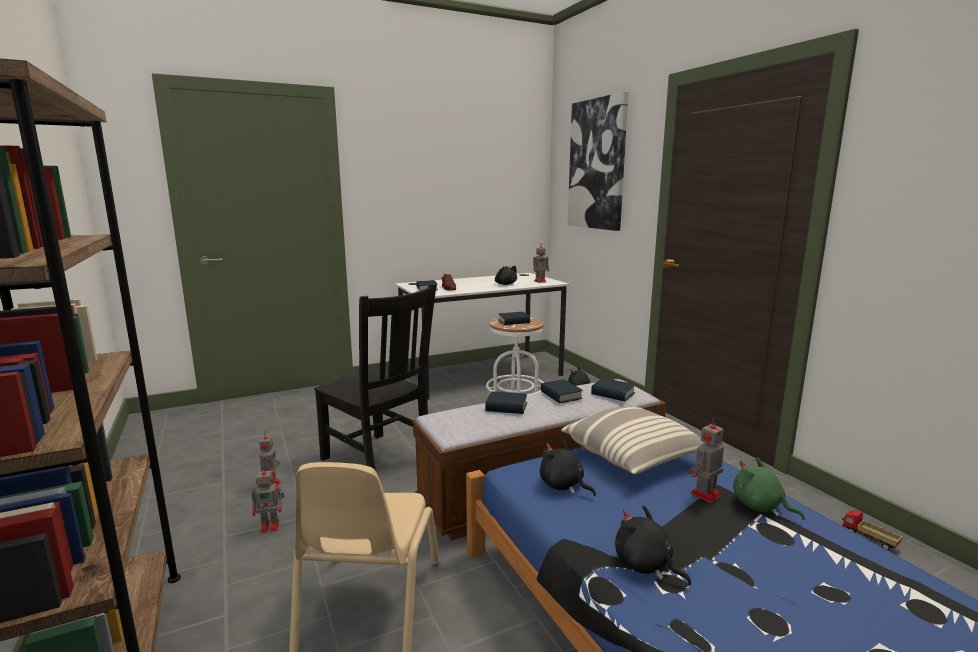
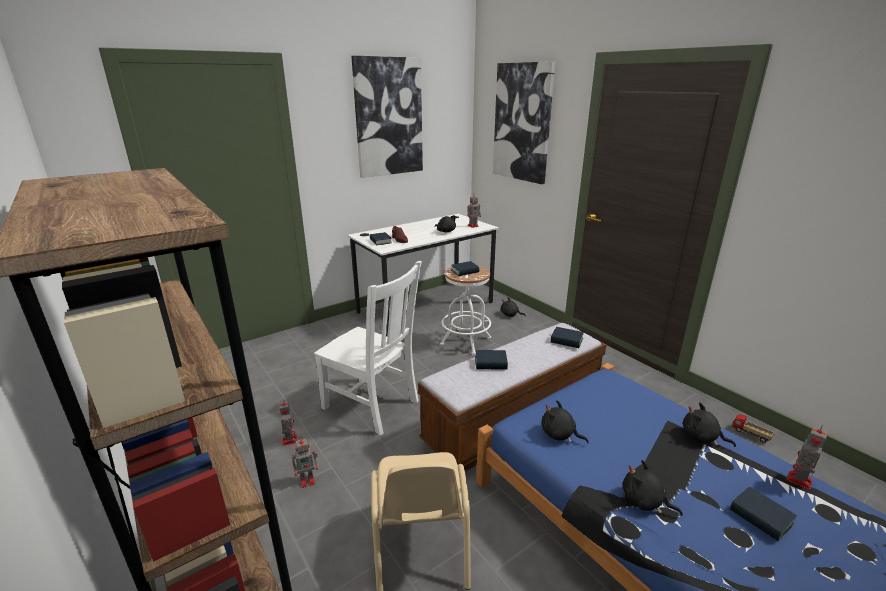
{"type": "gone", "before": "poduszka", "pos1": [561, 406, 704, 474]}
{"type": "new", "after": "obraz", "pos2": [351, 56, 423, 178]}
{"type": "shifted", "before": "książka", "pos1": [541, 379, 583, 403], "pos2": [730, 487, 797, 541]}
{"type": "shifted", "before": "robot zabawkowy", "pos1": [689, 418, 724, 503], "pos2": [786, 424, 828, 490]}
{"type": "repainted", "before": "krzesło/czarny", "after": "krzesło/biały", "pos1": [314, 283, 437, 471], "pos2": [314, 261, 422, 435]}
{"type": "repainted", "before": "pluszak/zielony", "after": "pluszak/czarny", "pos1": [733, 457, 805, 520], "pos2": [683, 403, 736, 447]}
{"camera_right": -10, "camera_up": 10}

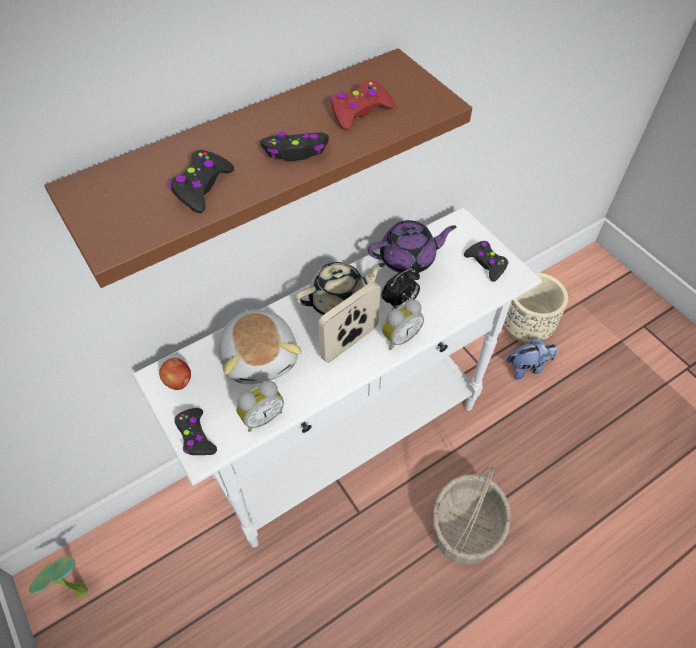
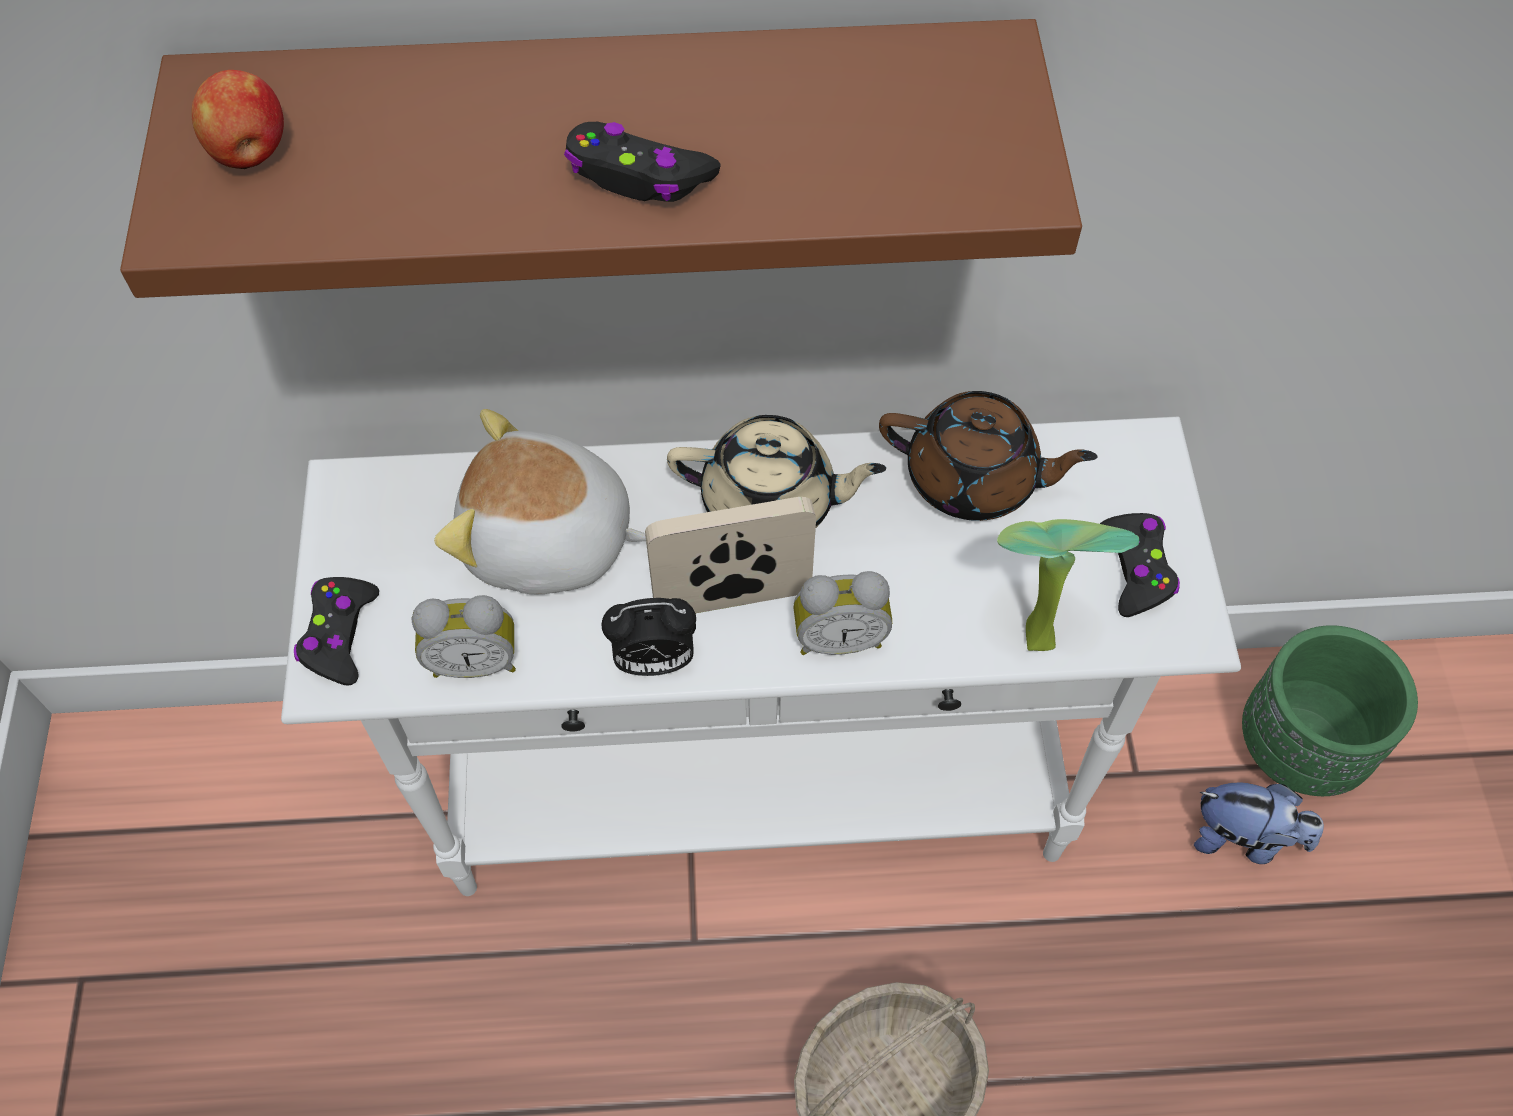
{"type": "gone", "before": "pad do gier/czarny", "pos1": [169, 150, 234, 213]}
{"type": "gone", "before": "pad do gier/czerwony", "pos1": [330, 80, 395, 130]}
{"type": "shifted", "before": "roślina doniczkowa", "pos1": [29, 557, 88, 598], "pos2": [997, 519, 1139, 651]}
{"type": "shifted", "before": "jabłko", "pos1": [159, 358, 191, 390], "pos2": [191, 70, 284, 169]}
{"type": "shifted", "before": "budzik", "pos1": [381, 268, 420, 310], "pos2": [601, 598, 696, 676]}
{"type": "repainted", "before": "imbryk/fioletowy", "after": "imbryk/brązowy", "pos1": [368, 220, 457, 273], "pos2": [879, 391, 1098, 521]}
{"type": "repainted", "before": "donica/beżowy", "after": "donica/zielony", "pos1": [504, 272, 568, 343], "pos2": [1242, 625, 1418, 796]}
{"type": "rotated", "before": "pluszak", "pos1": [219, 309, 302, 384], "pos2": [434, 409, 646, 594], "turn": 90}
{"camera_right": 30, "camera_up": 5}

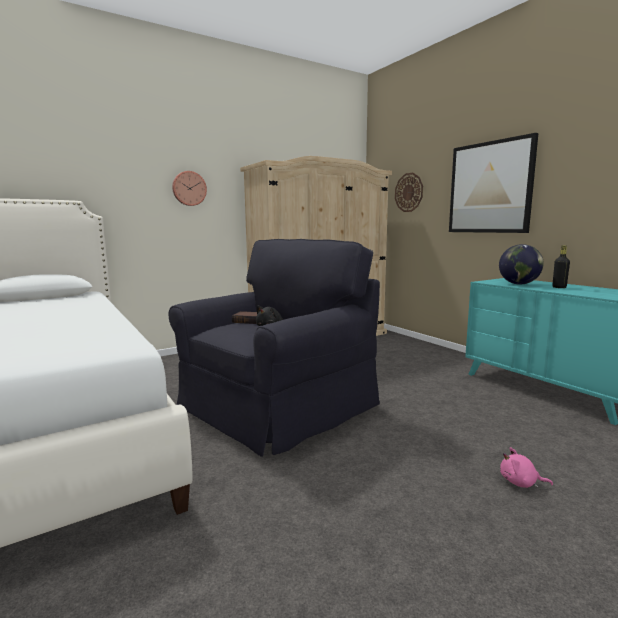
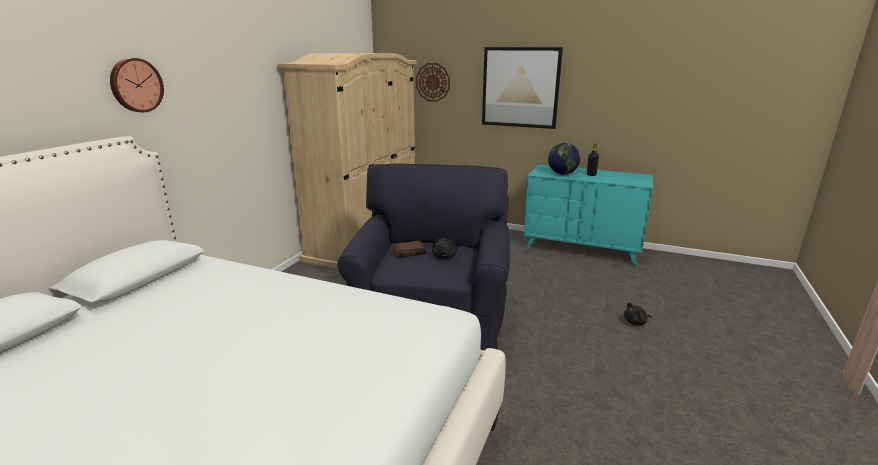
{"type": "shifted", "before": "zegar ścienny", "pos1": [172, 171, 207, 206], "pos2": [110, 58, 164, 112]}
{"type": "repainted", "before": "pluszak/różowy", "after": "pluszak/czarny", "pos1": [500, 447, 553, 488], "pos2": [624, 303, 652, 325]}
{"camera_right": -35, "camera_up": 10}

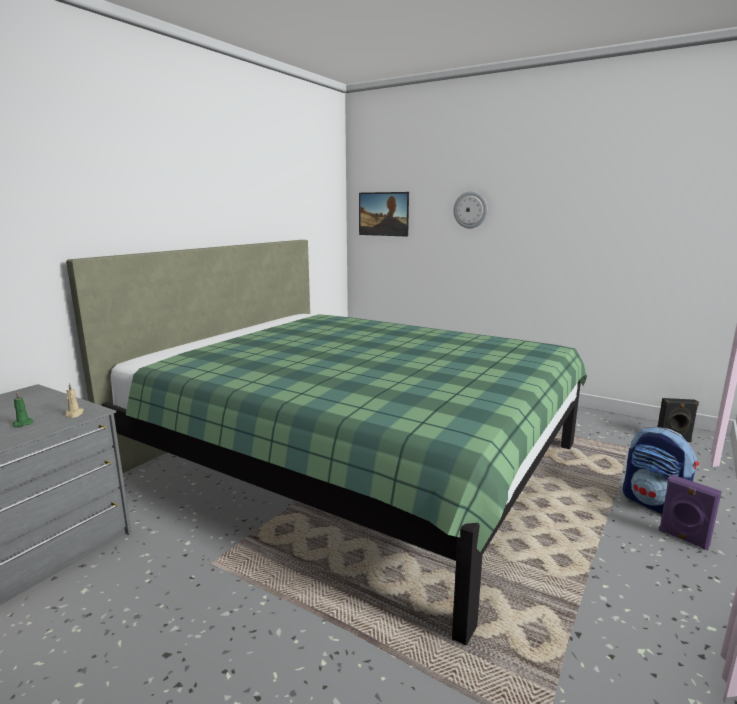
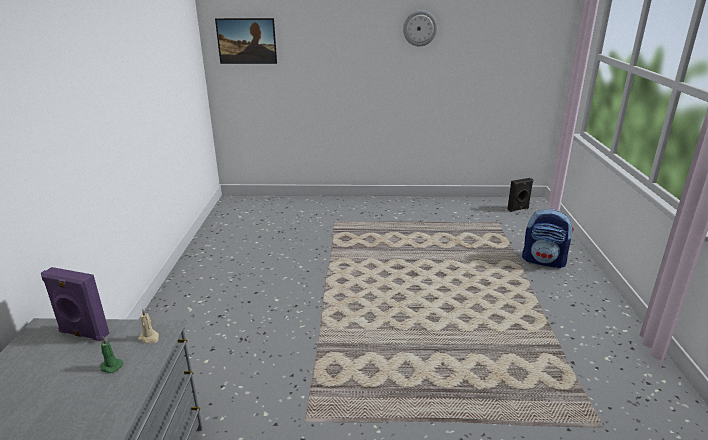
{"type": "gone", "before": "łóżko/zielony", "pos1": [66, 240, 587, 645]}
{"type": "shifted", "before": "zegar ścienny", "pos1": [453, 191, 488, 229], "pos2": [403, 10, 437, 46]}
{"type": "shifted", "before": "głośnik/fioletowy", "pos1": [659, 475, 722, 551], "pos2": [41, 267, 109, 341]}
{"camera_right": -30, "camera_up": 10}

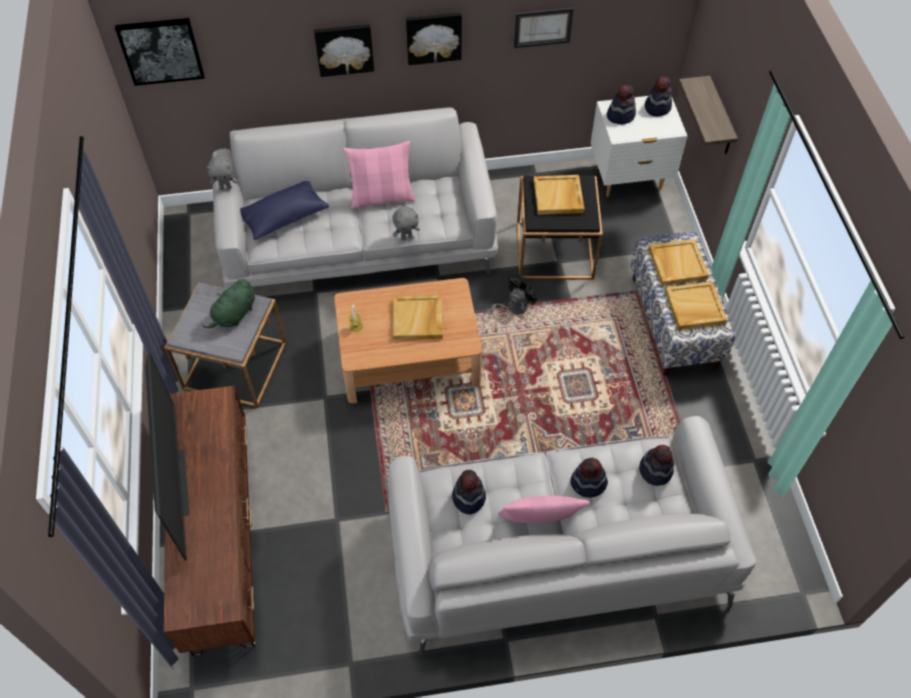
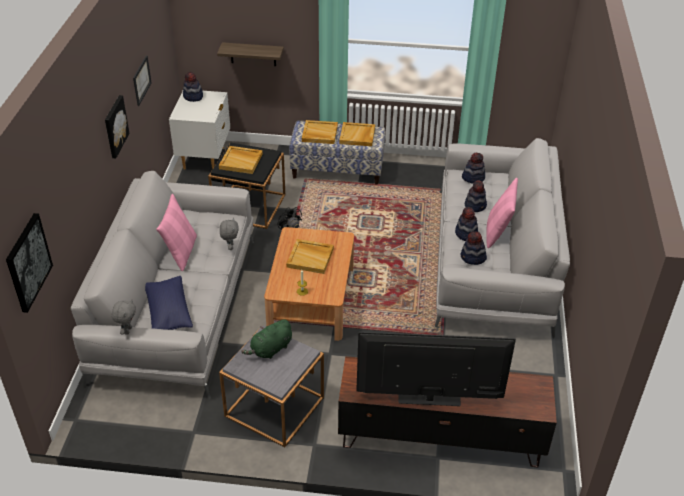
{"type": "gone", "before": "obraz", "pos1": [314, 24, 374, 77]}
{"type": "shifted", "before": "kapelusz", "pos1": [607, 84, 636, 124], "pos2": [455, 207, 478, 241]}
{"type": "rotated", "before": "pluszak/zielony", "pos1": [202, 279, 255, 328], "pos2": [241, 319, 292, 359], "turn": 90}
{"camera_right": -75, "camera_up": -15}

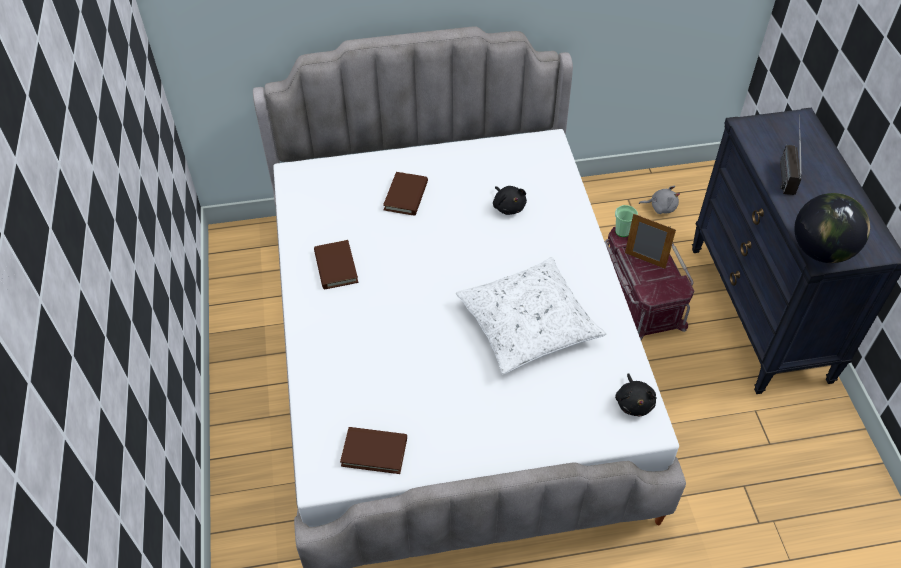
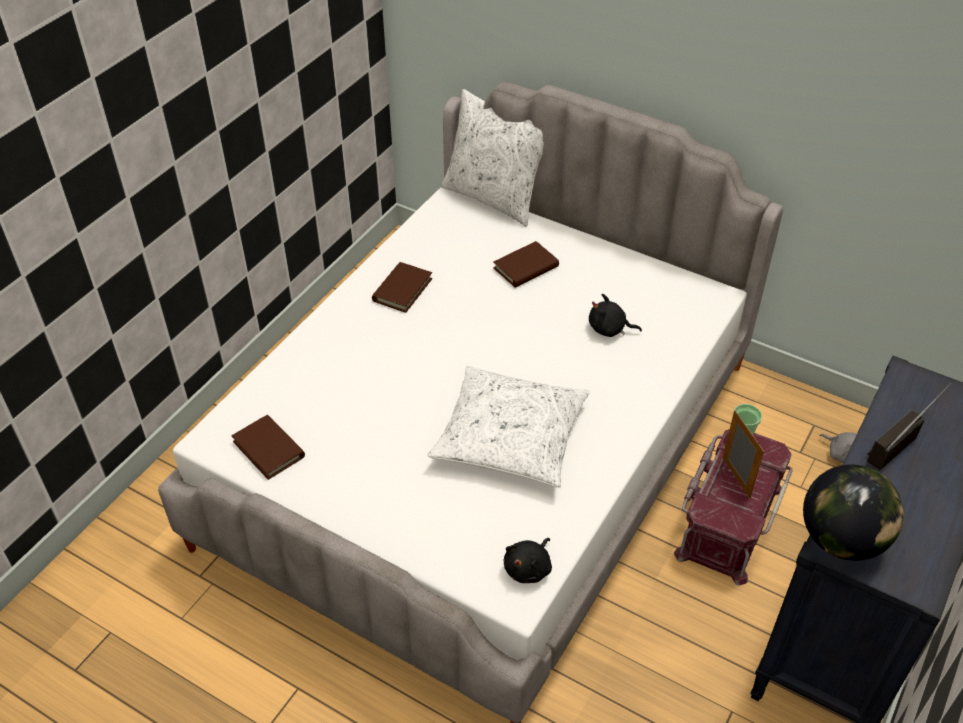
{"type": "new", "after": "poduszka/biały", "pos2": [441, 89, 544, 227]}
{"type": "rotated", "before": "pluszak/czarny", "pos1": [493, 186, 527, 215], "pos2": [589, 294, 642, 337], "turn": 90}
{"camera_right": 40, "camera_up": -5}

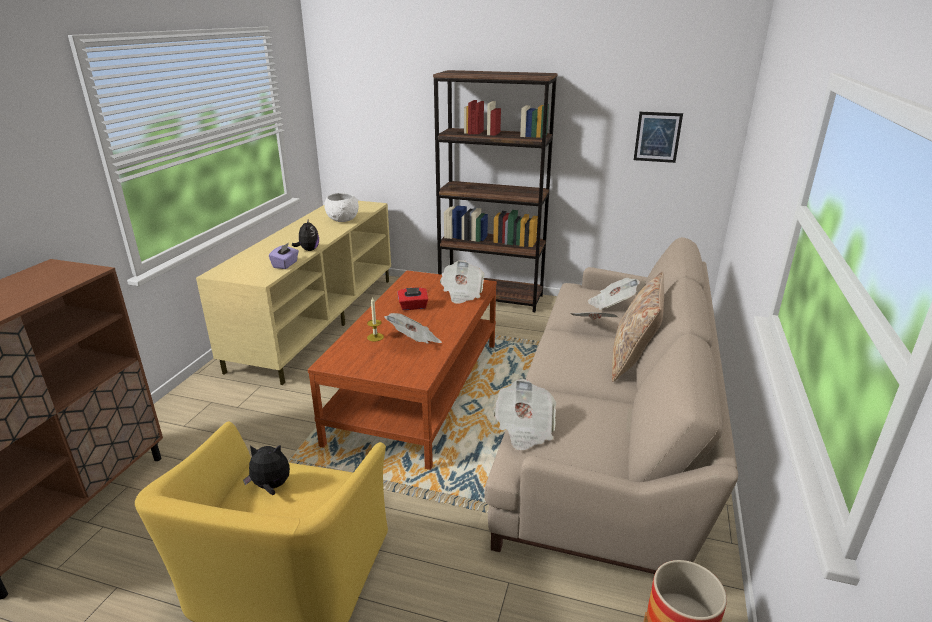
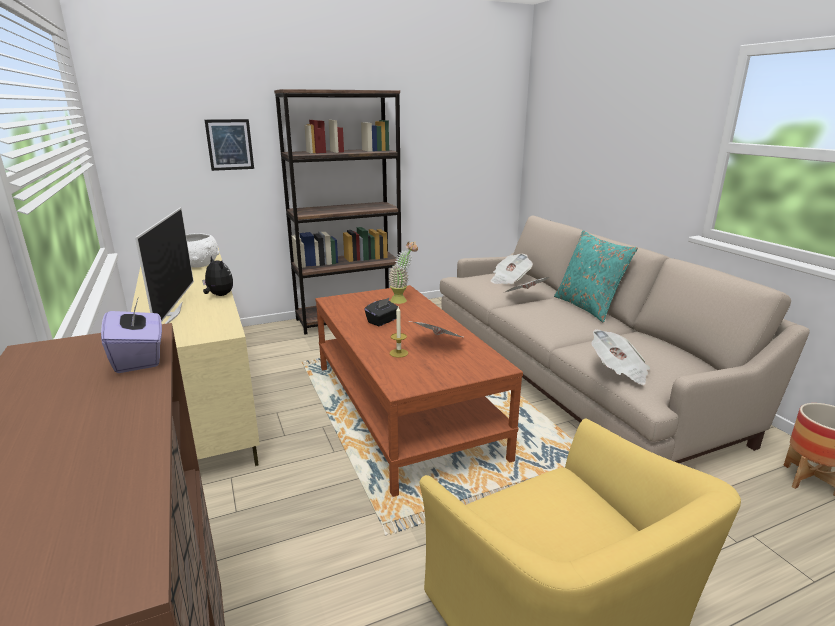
{"type": "gone", "before": "pluszak", "pos1": [243, 445, 290, 495]}
{"type": "new", "after": "telewizor", "pos2": [135, 207, 194, 324]}
{"type": "shifted", "before": "pudełko chusteczek/fioletowy", "pos1": [269, 243, 299, 269], "pos2": [101, 296, 162, 373]}
{"type": "shifted", "before": "obraz", "pos1": [634, 112, 683, 163], "pos2": [205, 119, 254, 171]}
{"type": "swapped", "before": "gazeta", "after": "roślina doniczkowa", "pos1": [440, 260, 485, 304], "pos2": [388, 241, 418, 304]}
{"type": "repainted", "before": "pudełko chusteczek/czerwony", "after": "pudełko chusteczek/czarny", "pos1": [397, 288, 428, 310], "pos2": [364, 297, 400, 326]}
{"type": "repainted", "before": "poduszka/beżowy", "after": "poduszka/turkusowy", "pos1": [612, 272, 664, 382], "pos2": [554, 230, 638, 323]}
{"camera_right": -40, "camera_up": -5}

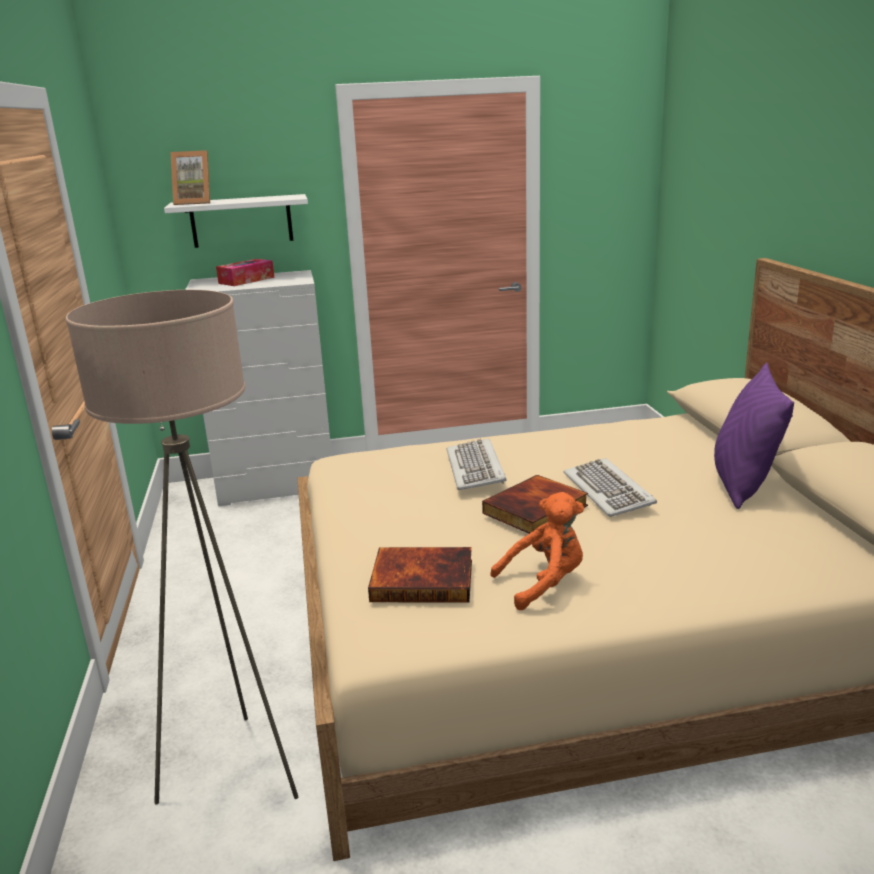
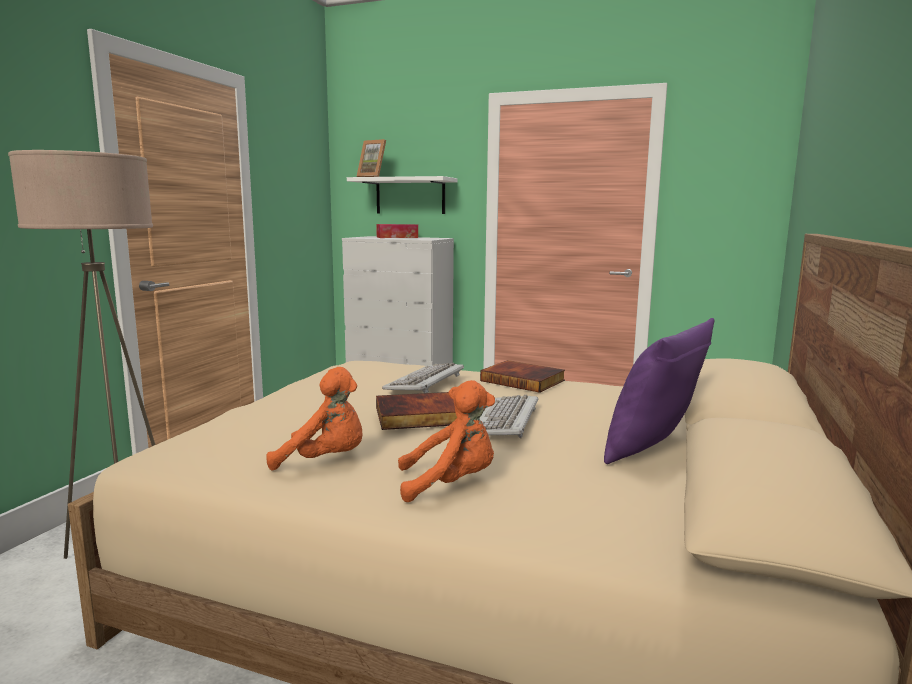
{"type": "new", "after": "pluszak/pomarańczowy", "pos2": [398, 380, 495, 502]}
{"type": "shifted", "before": "książka", "pos1": [368, 547, 472, 603], "pos2": [480, 360, 565, 393]}
{"camera_right": 30, "camera_up": -10}

